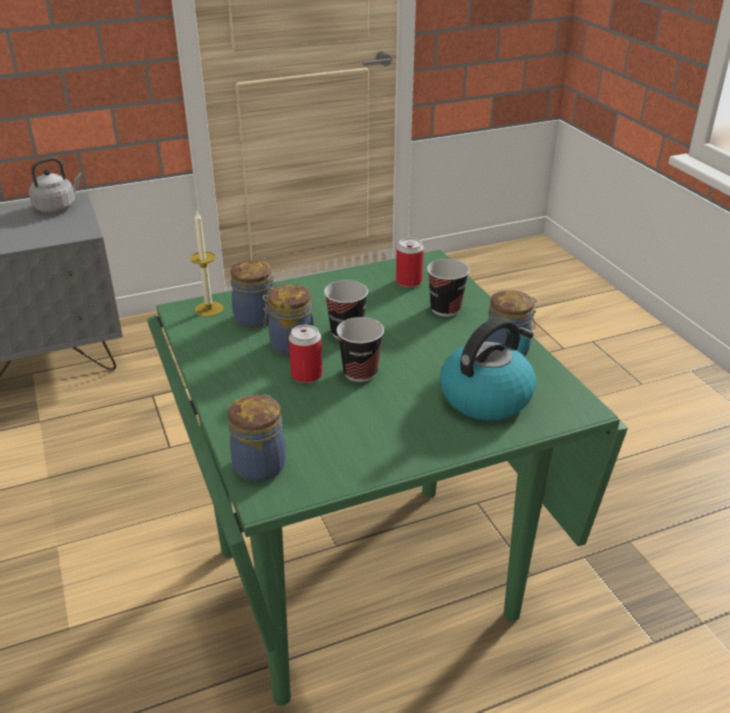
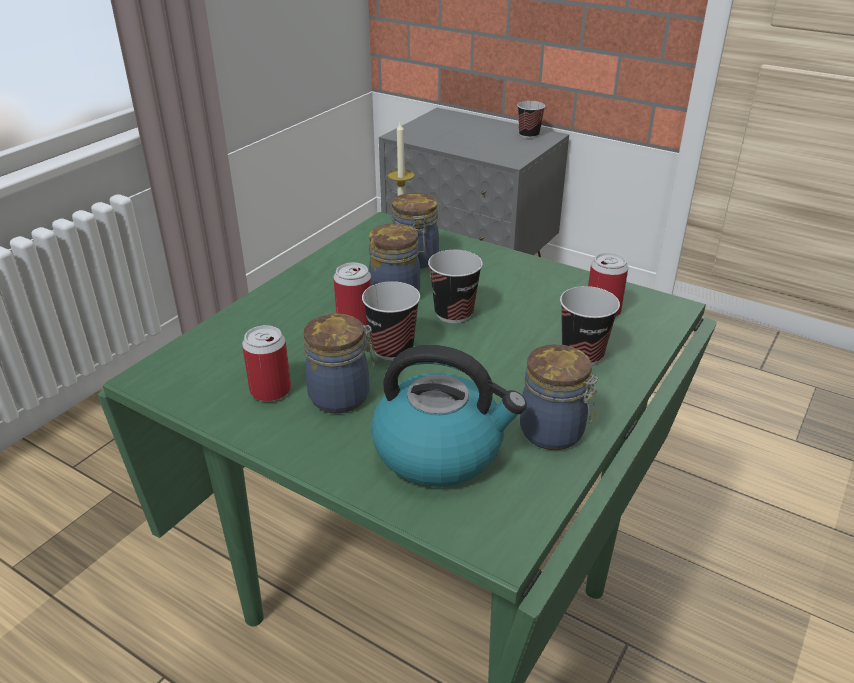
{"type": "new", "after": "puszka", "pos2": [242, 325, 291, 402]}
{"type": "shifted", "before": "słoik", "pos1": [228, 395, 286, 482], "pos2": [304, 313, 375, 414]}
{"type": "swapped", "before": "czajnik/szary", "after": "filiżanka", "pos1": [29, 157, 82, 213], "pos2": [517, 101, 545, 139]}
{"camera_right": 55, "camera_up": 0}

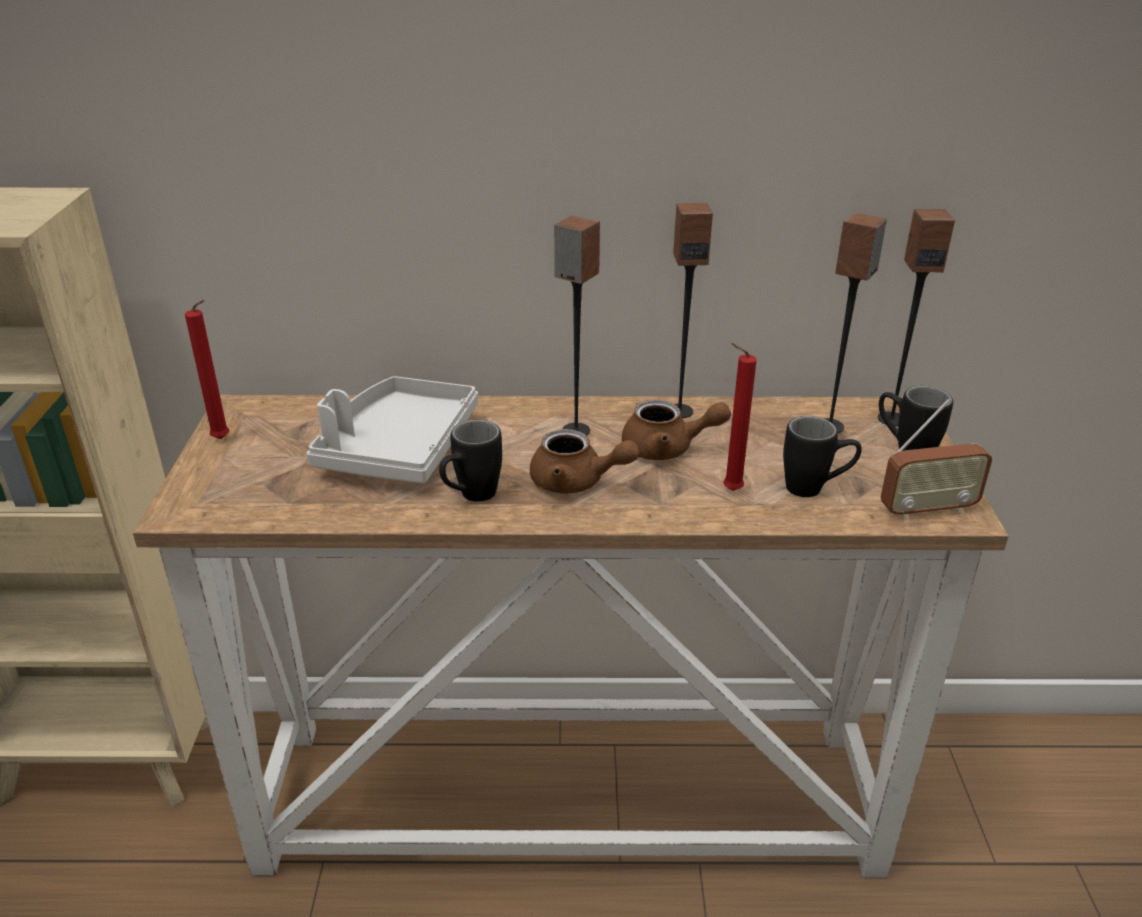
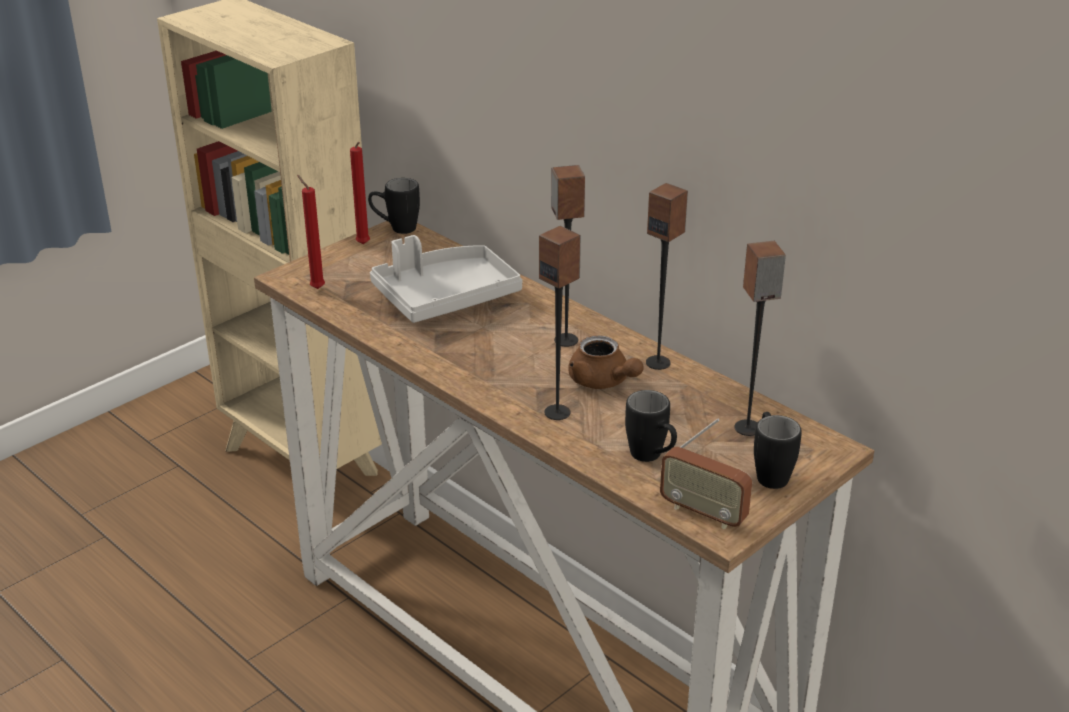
{"type": "gone", "before": "imbryk/brązowy", "pos1": [530, 429, 639, 493]}
{"type": "shifted", "before": "kubek/czarny", "pos1": [439, 420, 502, 502], "pos2": [368, 178, 420, 234]}
{"type": "shifted", "before": "świeca/czerwony", "pos1": [723, 343, 757, 491], "pos2": [297, 175, 325, 289]}
{"type": "shifted", "before": "głośnik", "pos1": [878, 209, 955, 426], "pos2": [539, 226, 581, 420]}
{"camera_right": 45, "camera_up": 0}

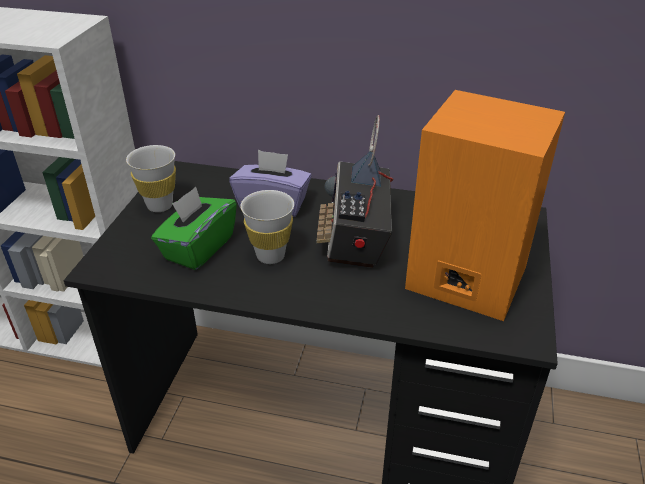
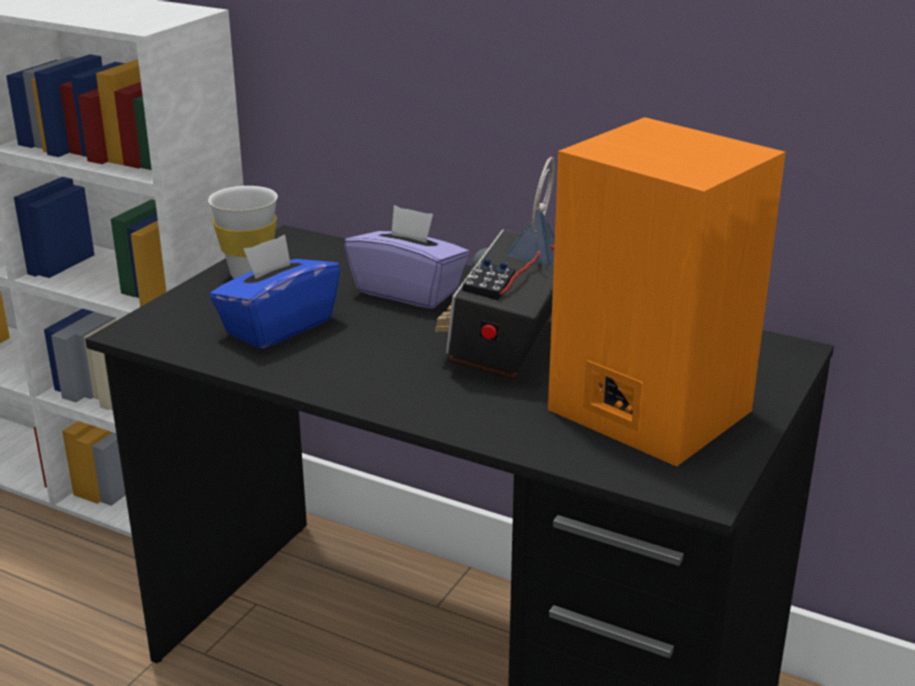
{"type": "gone", "before": "filiżanka/biały", "pos1": [240, 190, 294, 264]}
{"type": "repainted", "before": "pudełko chusteczek/zielony", "after": "pudełko chusteczek/niebieski", "pos1": [151, 187, 237, 270], "pos2": [209, 234, 340, 349]}
{"camera_right": 15, "camera_up": -10}

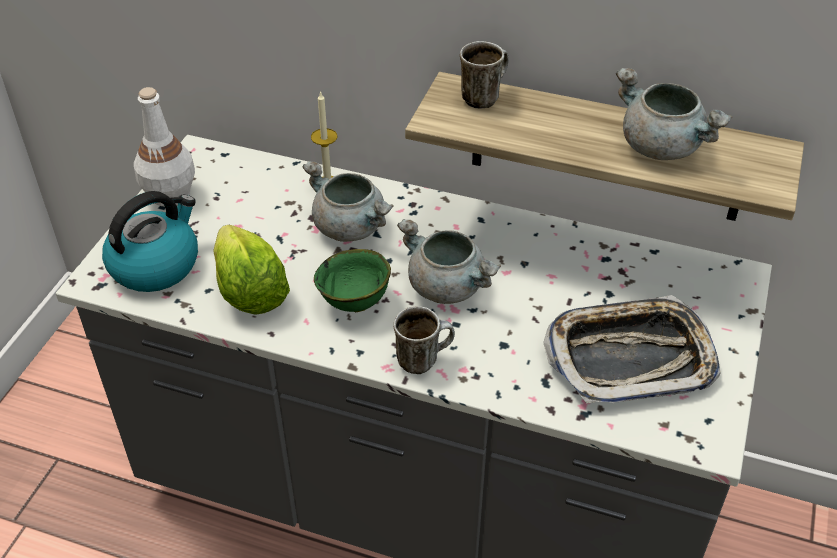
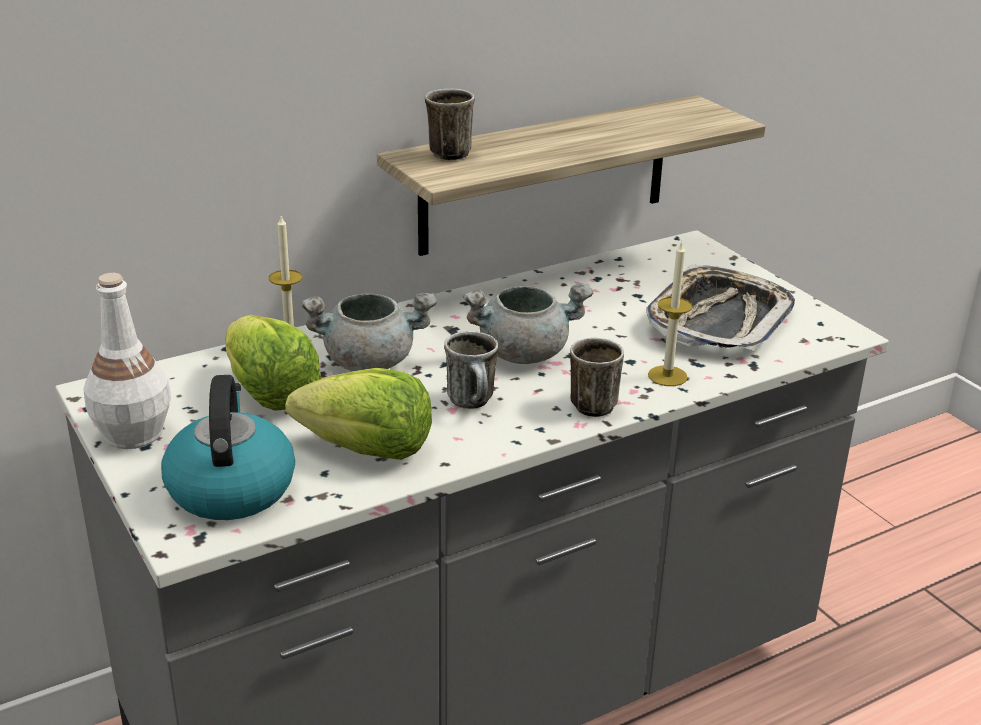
{"type": "gone", "before": "garnek/szary", "pos1": [616, 68, 732, 160]}
{"type": "new", "after": "sałata", "pos2": [225, 315, 322, 411]}
{"type": "new", "after": "świeca", "pos2": [648, 241, 693, 386]}
{"type": "swapped", "before": "miska/zielony", "after": "kubek", "pos1": [314, 249, 391, 312], "pos2": [444, 331, 498, 409]}
{"camera_right": -50, "camera_up": -15}

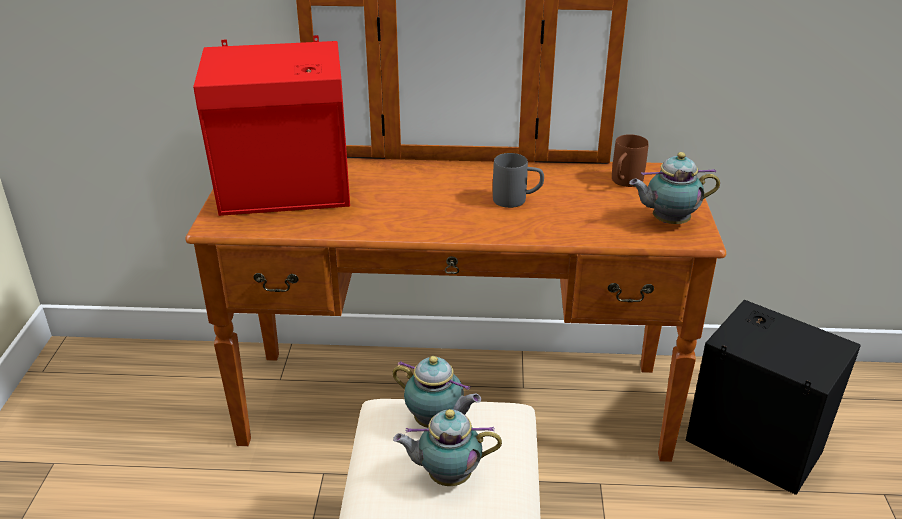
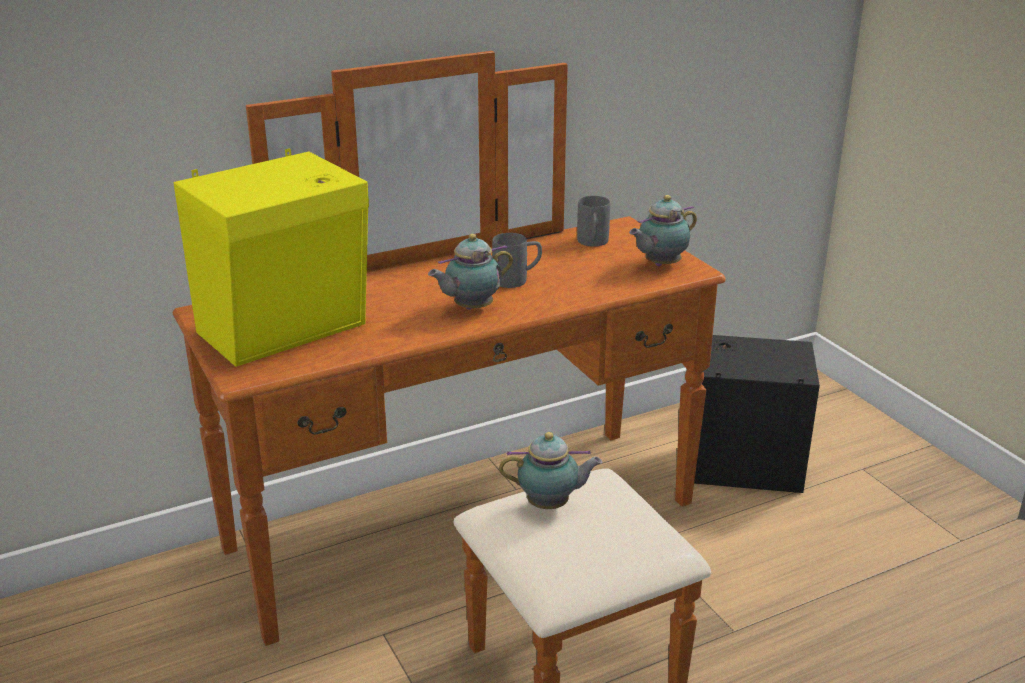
{"type": "shifted", "before": "imbryk", "pos1": [393, 409, 502, 486], "pos2": [428, 234, 513, 310]}
{"type": "repainted", "before": "głośnik/czerwony", "after": "głośnik/żółty", "pos1": [193, 35, 350, 216], "pos2": [174, 148, 369, 367]}
{"type": "repainted", "before": "kubek/brązowy", "after": "kubek/szary", "pos1": [612, 134, 649, 187], "pos2": [577, 196, 610, 247]}
{"camera_right": -30, "camera_up": -5}

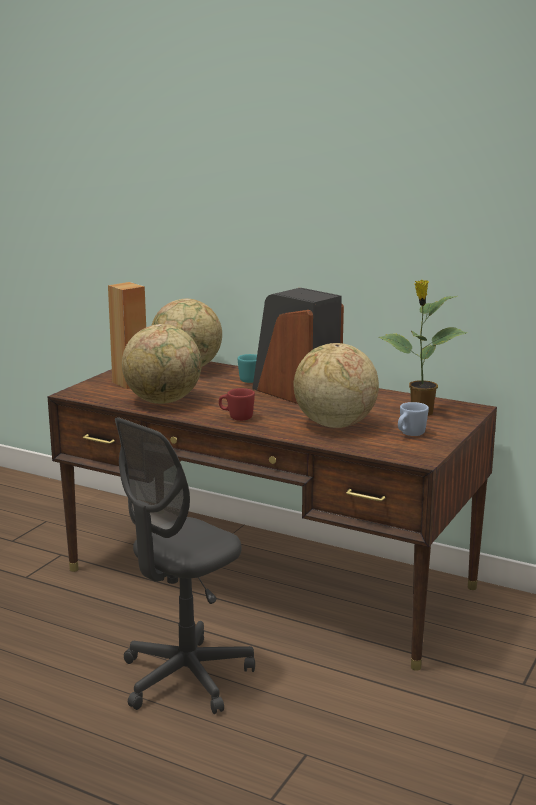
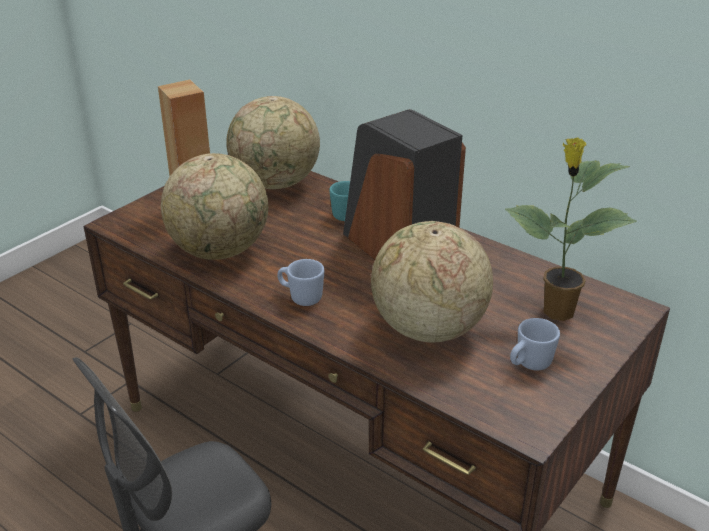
{"type": "repainted", "before": "kubek/czerwony", "after": "kubek/niebieski", "pos1": [219, 388, 255, 421], "pos2": [277, 259, 324, 306]}
{"camera_right": 10, "camera_up": 15}

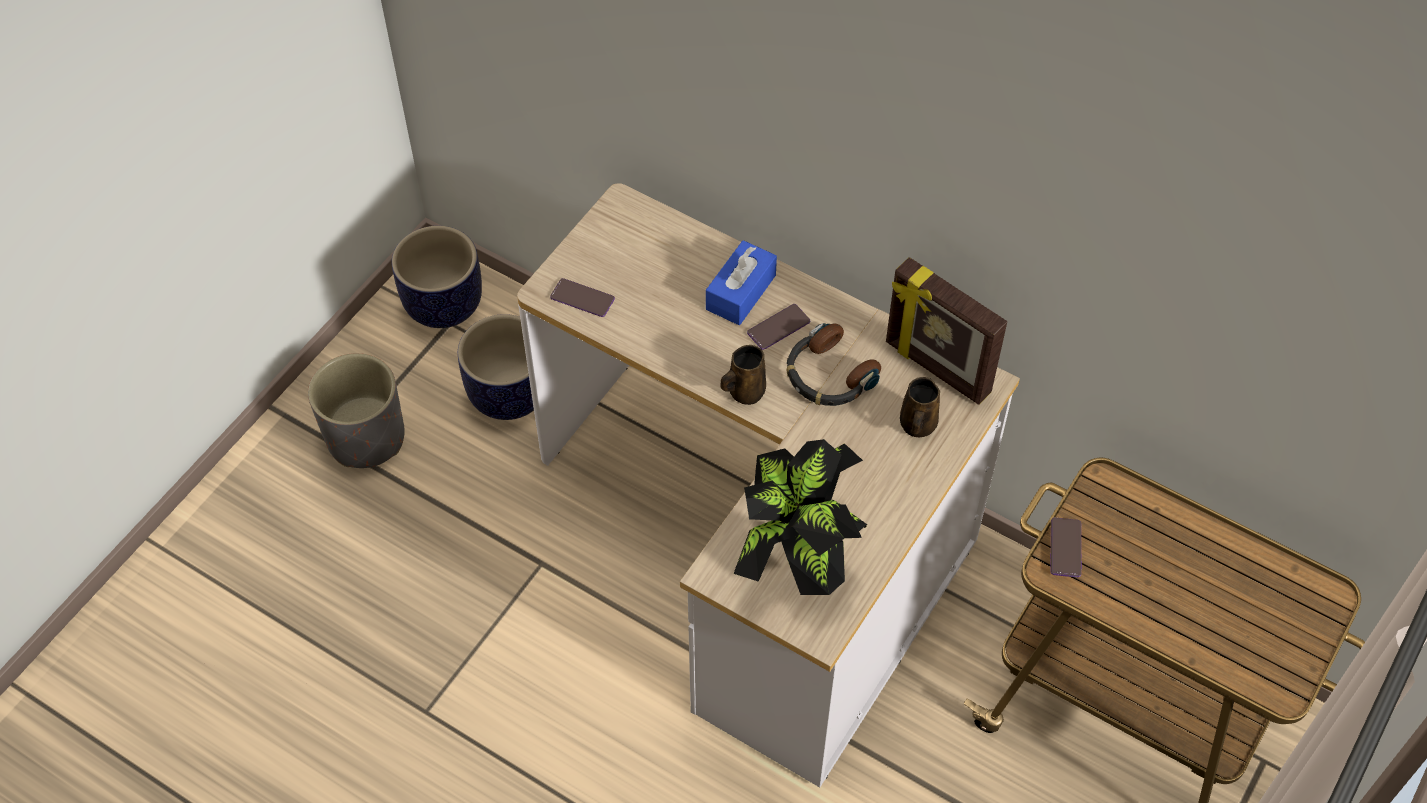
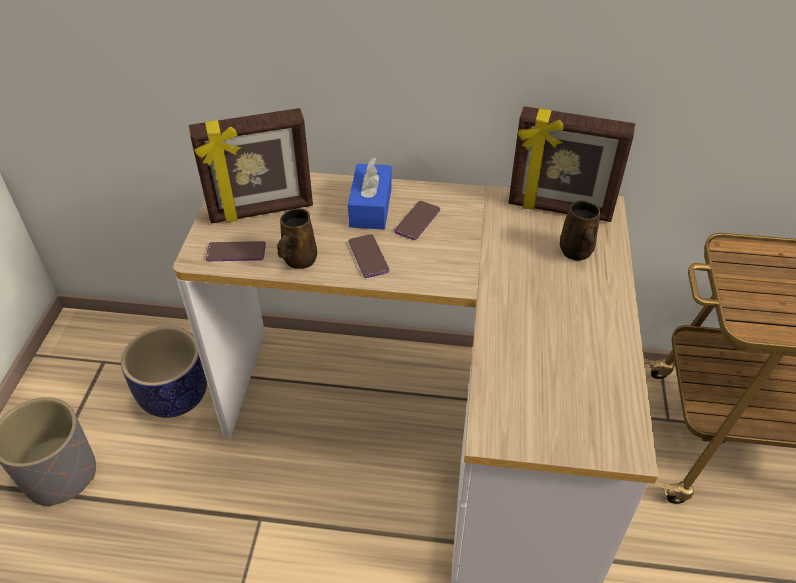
{"type": "gone", "before": "donica", "pos1": [392, 226, 482, 328]}
{"type": "gone", "before": "roślina doniczkowa", "pos1": [733, 439, 867, 595]}
{"type": "gone", "before": "słuchawki", "pos1": [787, 323, 881, 406]}
{"type": "new", "after": "ramka na zdjęcie", "pos2": [189, 108, 313, 224]}
{"type": "shifted", "before": "kubek/brązowy", "pos1": [720, 345, 766, 405], "pos2": [277, 208, 317, 269]}
{"type": "shifted", "before": "telefon", "pos1": [1050, 518, 1082, 577], "pos2": [349, 234, 390, 278]}
{"camera_right": -25, "camera_up": -10}

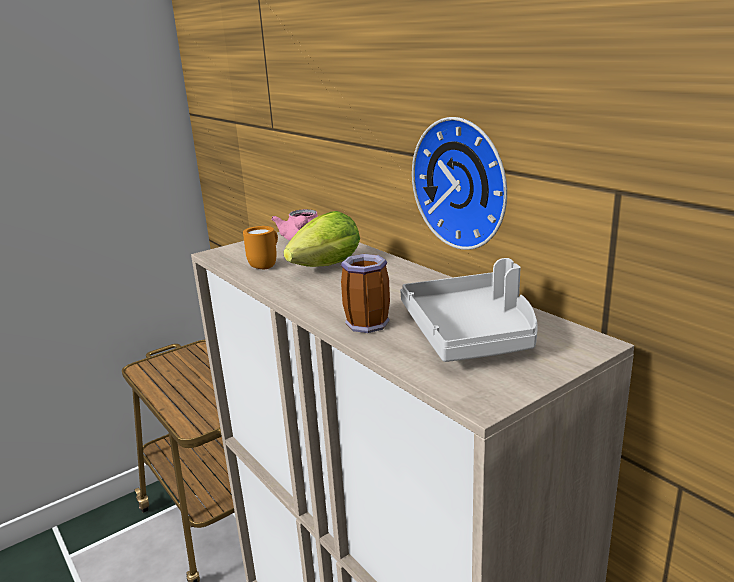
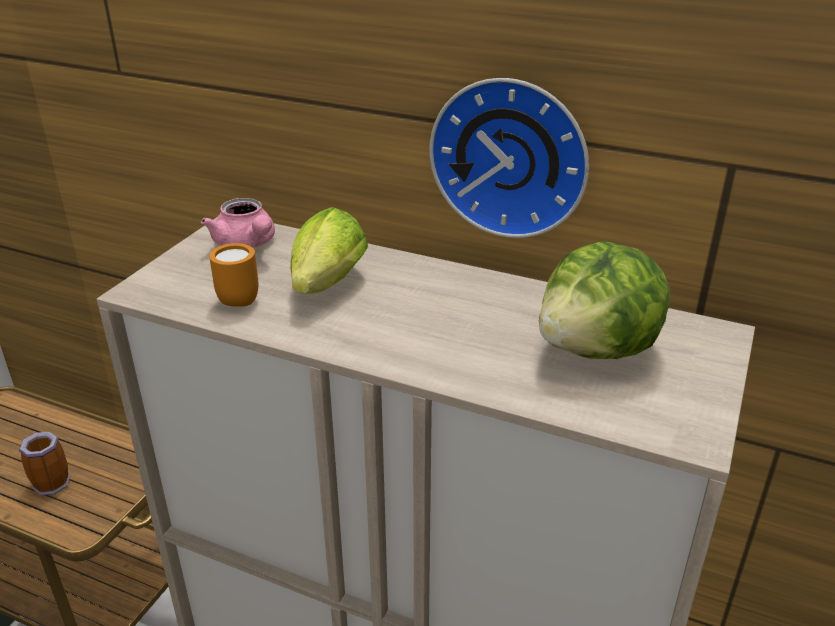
{"type": "shifted", "before": "kubek", "pos1": [341, 254, 390, 333], "pos2": [19, 432, 70, 496]}
{"type": "swapped", "before": "taca/szary", "after": "sałata", "pos1": [400, 258, 538, 362], "pos2": [539, 242, 670, 359]}
{"camera_right": -30, "camera_up": 10}

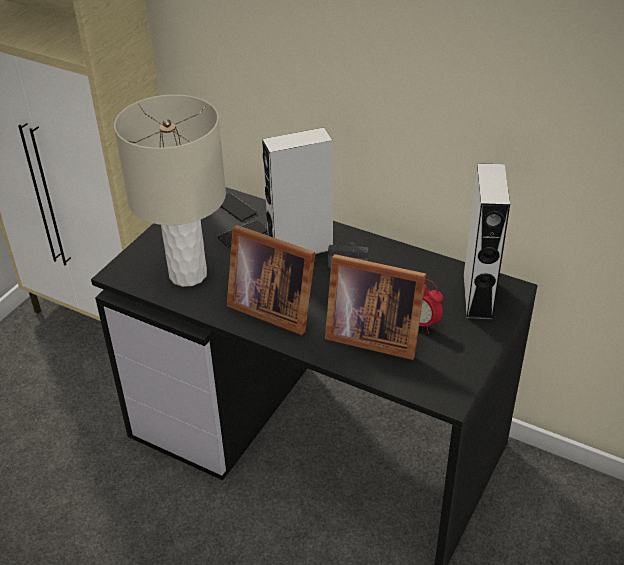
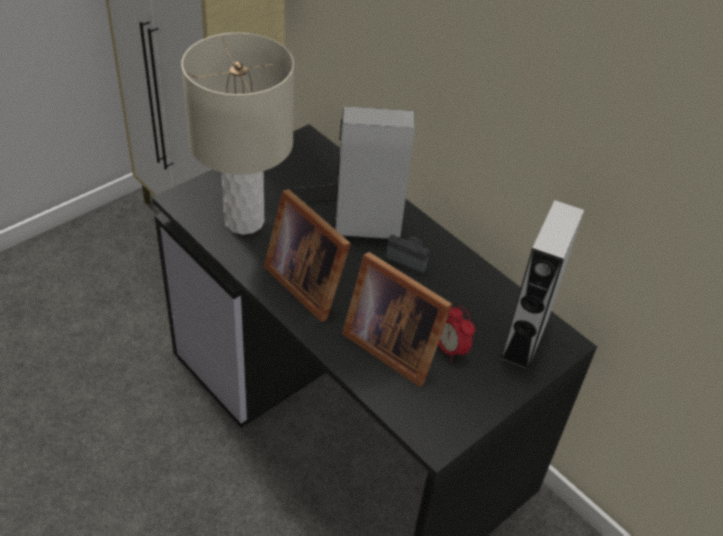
{"type": "gone", "before": "telefon", "pos1": [220, 193, 257, 221]}
{"camera_right": 15, "camera_up": 5}

